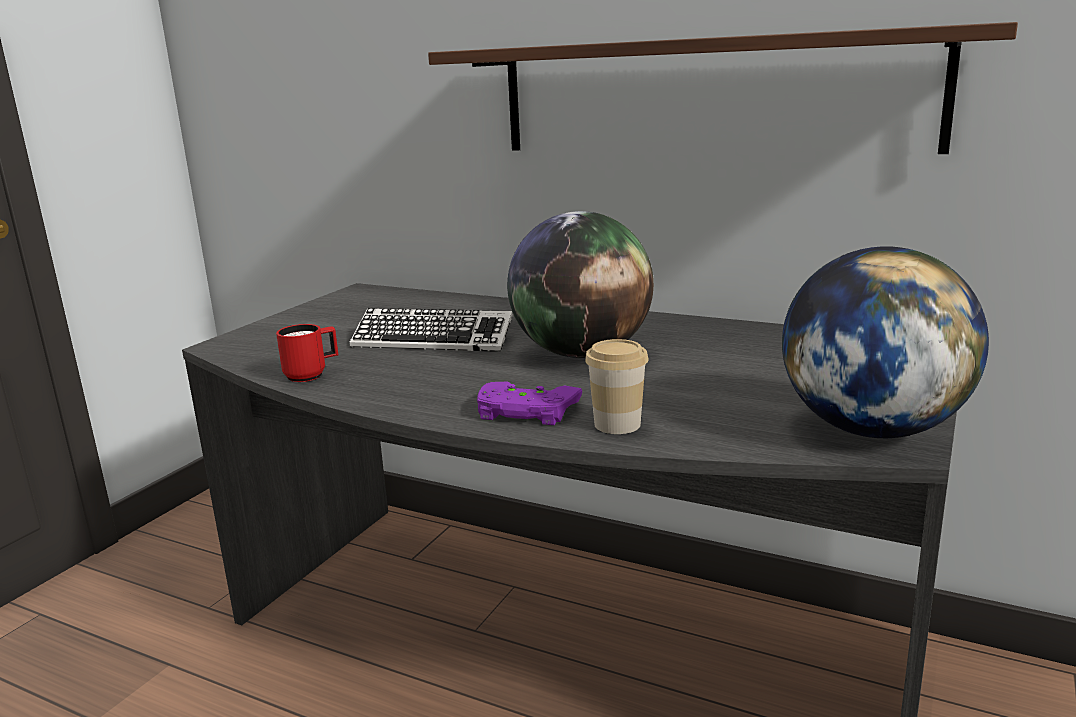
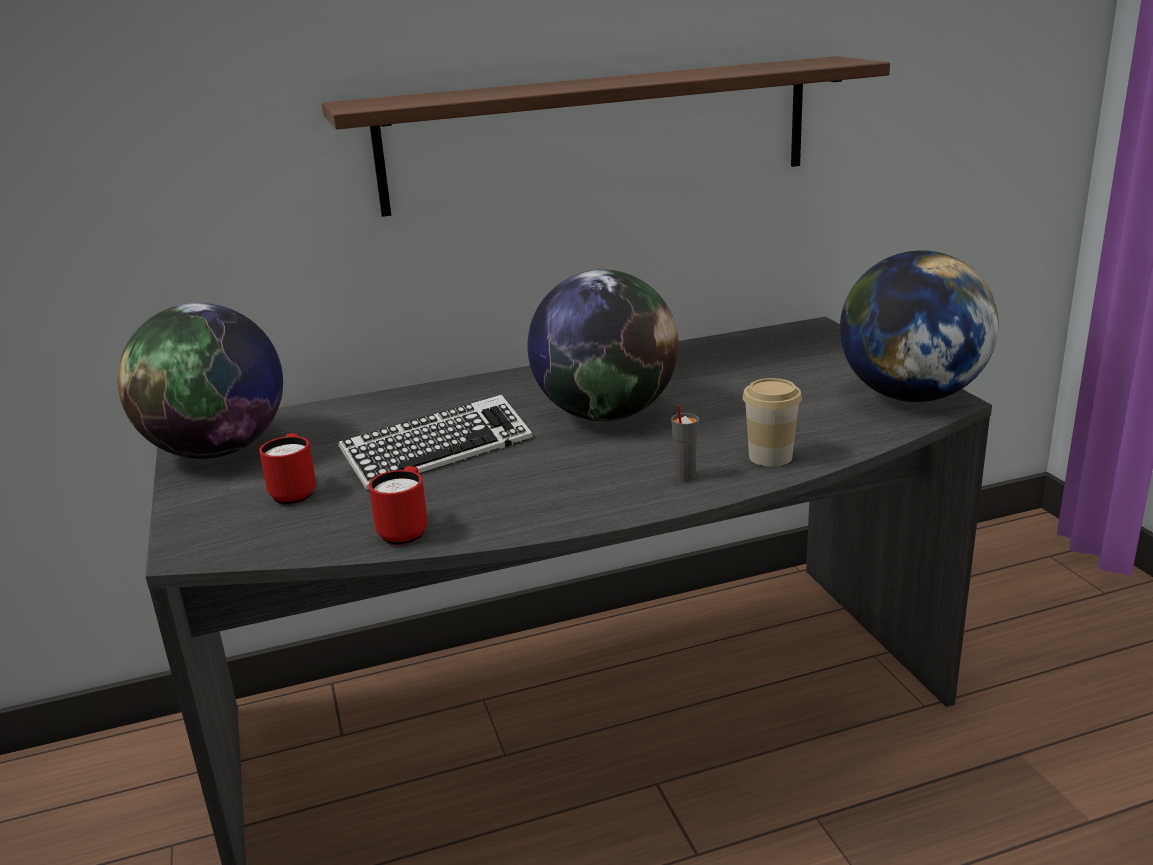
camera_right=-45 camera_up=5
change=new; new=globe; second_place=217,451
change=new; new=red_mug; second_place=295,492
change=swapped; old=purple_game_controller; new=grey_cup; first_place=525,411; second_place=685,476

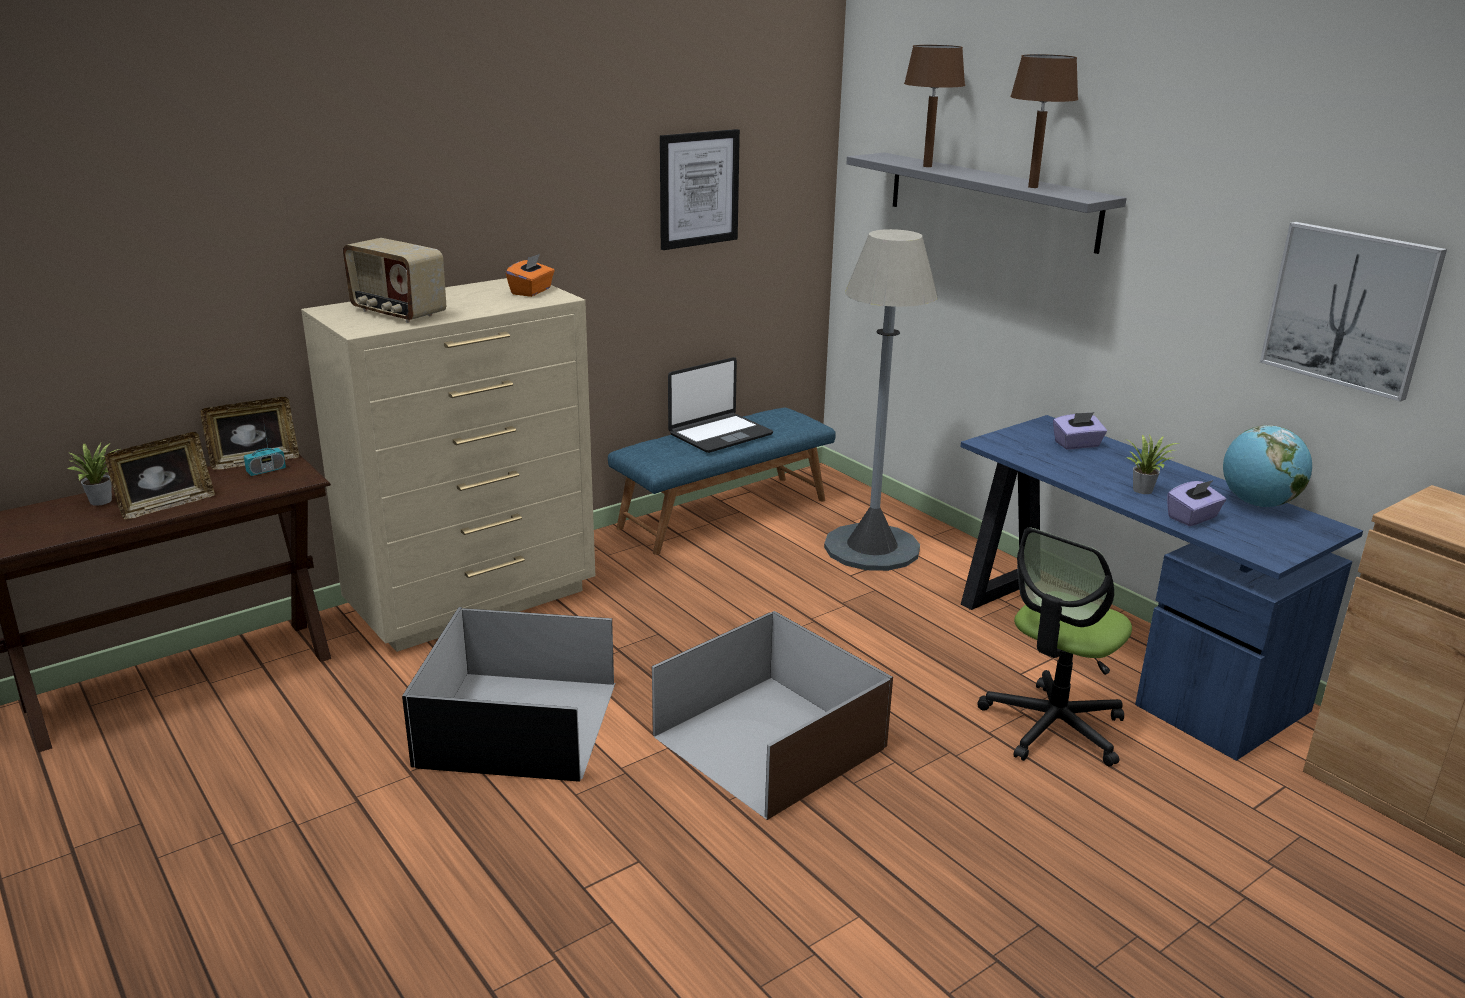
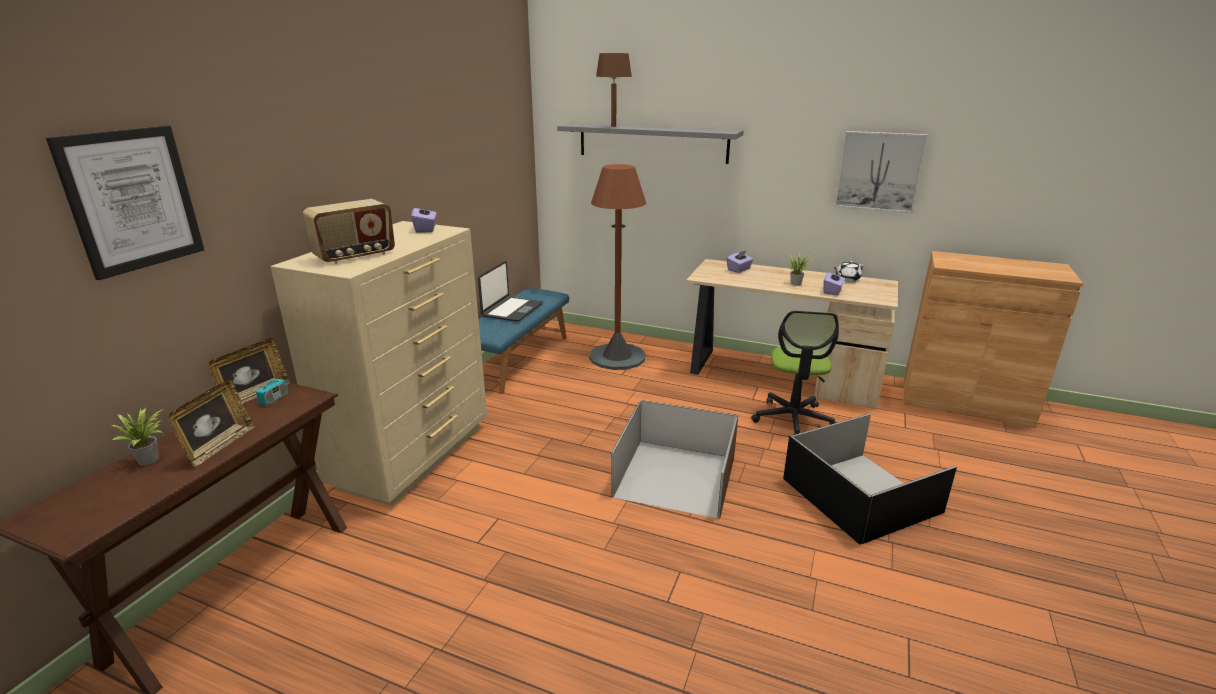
camera_right=-30 camera_up=0
change=gone; old=brown_table_lamp; first_place=1033,187
change=shifted; old=black_storage_box; first_place=518,725; second_place=862,496
change=shifted; old=picture; first_place=698,189; second_place=132,200
change=swapped; old=globe; new=white_teapot; first_place=1258,504; second_place=847,279
change=repainted; old=orange_tissue_box; new=purple_tissue_box; first_place=531,291; second_place=426,229
change=repainted; old=grey_floor_lamp; new=brown_floor_lamp; first_place=872,548; second_place=617,357
change=repainted; old=blue_desk; new=beige_desk; first_place=1116,651; second_place=779,374
change=rotated; old=radio; first_place=397,313; second_place=355,256; degrees=-45

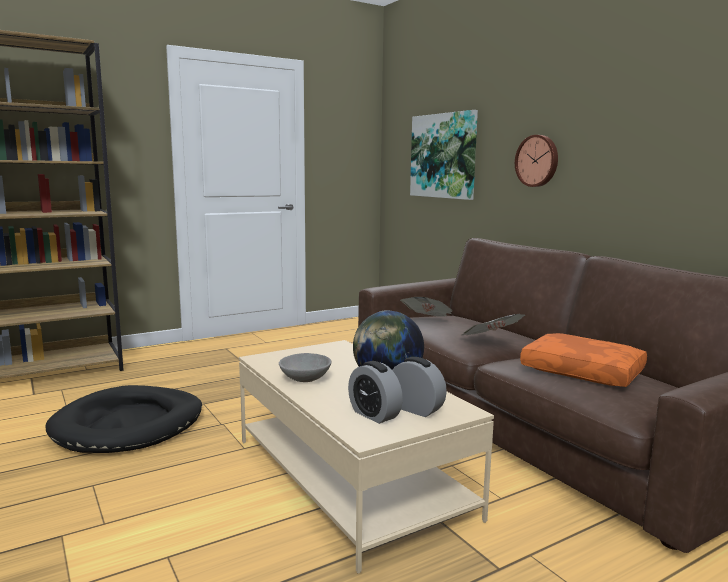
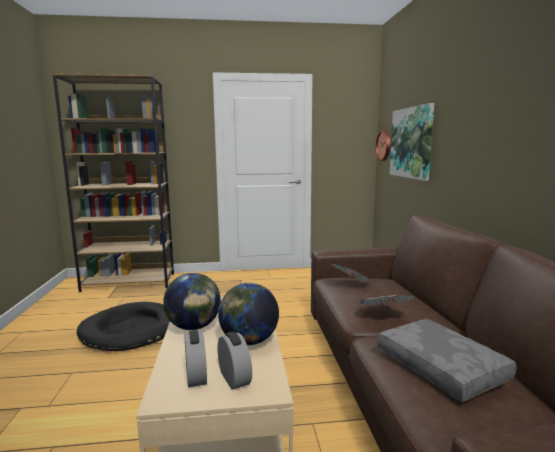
camera_right=25 camera_up=0
change=shifted; old=wall_clock; first_place=537,161; second_place=384,145
change=swapped; old=grey_bowl; new=globe; first_place=305,379; second_place=194,327
change=repainted; old=orange_pillow; new=grey_pillow; first_place=583,371; second_place=442,368

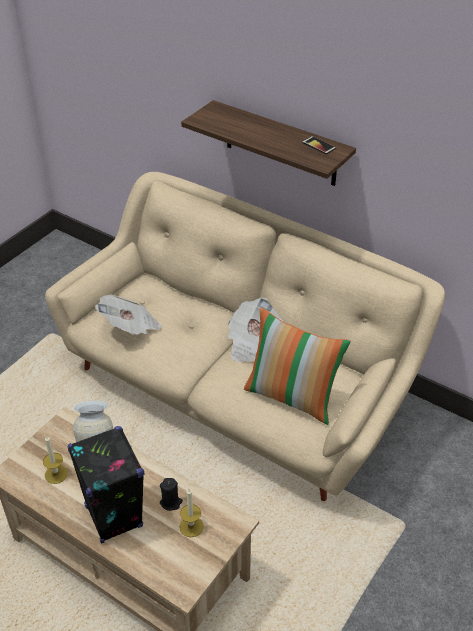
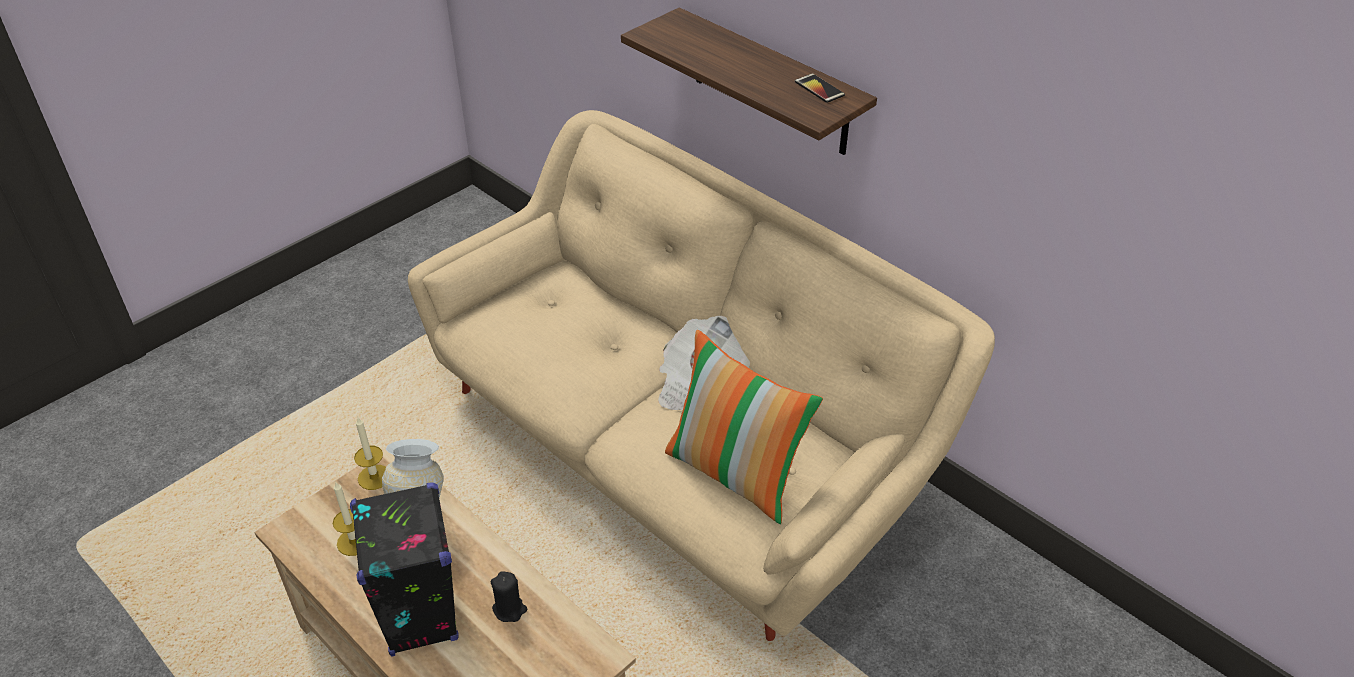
camera_right=10 camera_up=0
change=gone; old=newspaper; first_place=130,327
change=shifted; old=candle; first_place=191,526; second_place=374,477

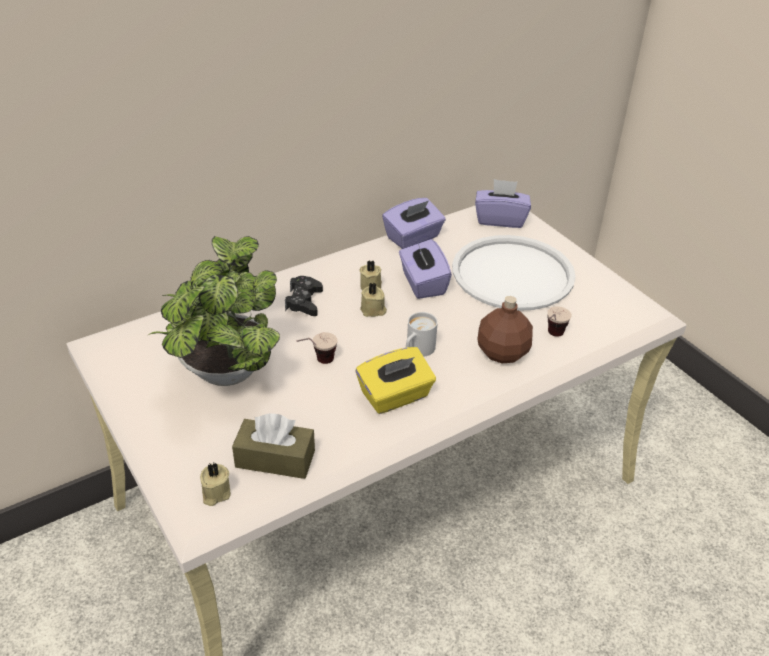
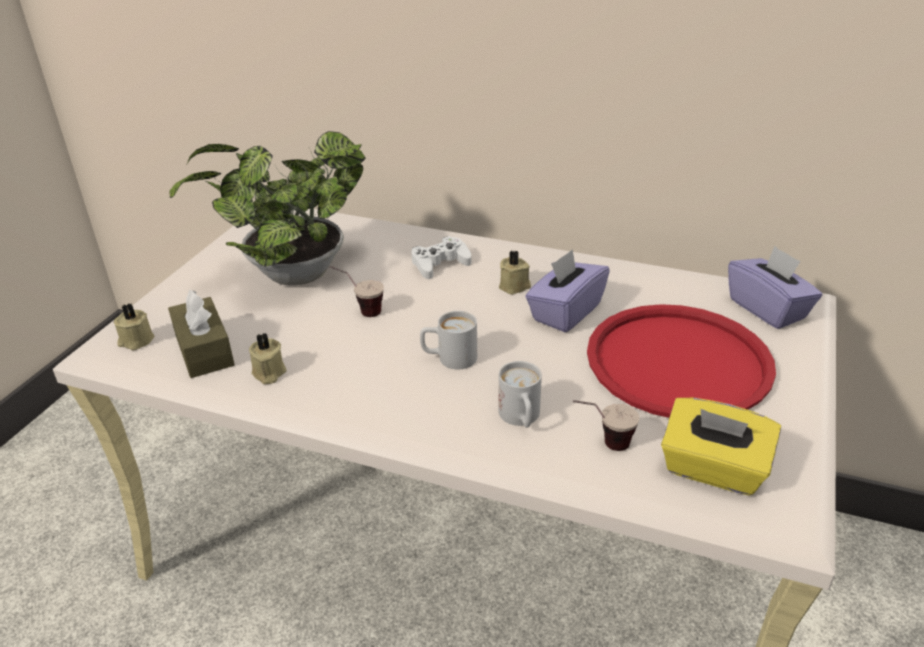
camera_right=55 camera_up=-5
change=gone; old=purple_tissue_box; first_place=413,238
change=shifted; old=yellow_tissue_box; first_place=395,396; second_place=713,470
change=shifted; old=beige_candle; first_place=373,310; second_place=268,373
change=swapped; old=brown_bottle; new=white_mug; first_place=503,353; second_place=521,418
change=repainted; old=black_game_controller; new=white_game_controller; first_place=304,301; second_place=440,264
change=repainted; old=white_tray; new=red_tray; first_place=512,274; second_place=678,362

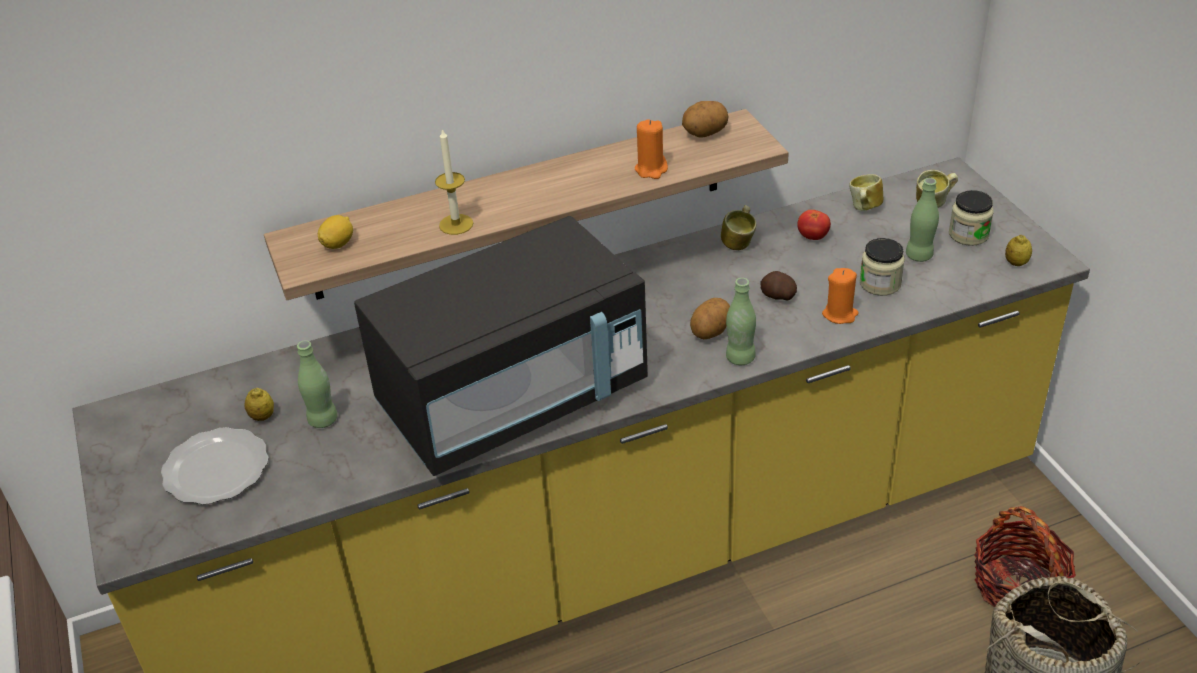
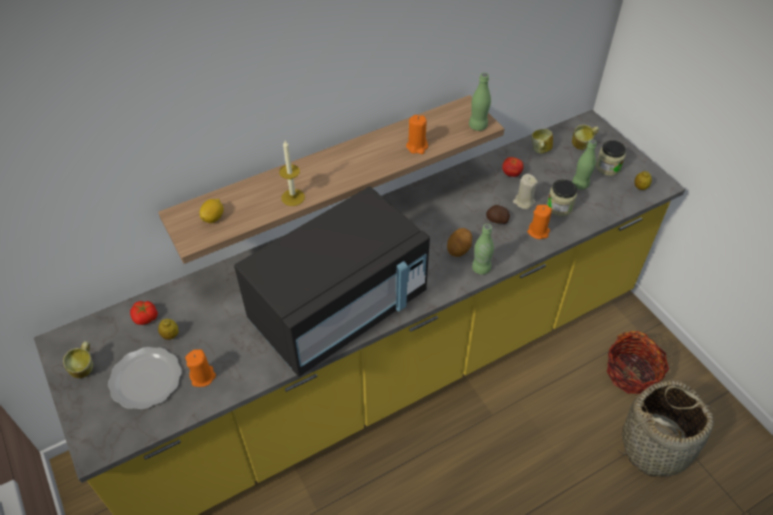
camera_right=-10 camera_up=10
change=gone; old=potato; first_place=704,133
change=new; new=tomato; second_place=146,318
change=new; new=orange_candle; second_place=203,376
change=new; new=beige_candle; second_place=523,202
change=shifted; old=green_bottle; first_place=323,420; second_place=478,126
change=shifted; old=mug; first_place=740,243; second_place=85,368

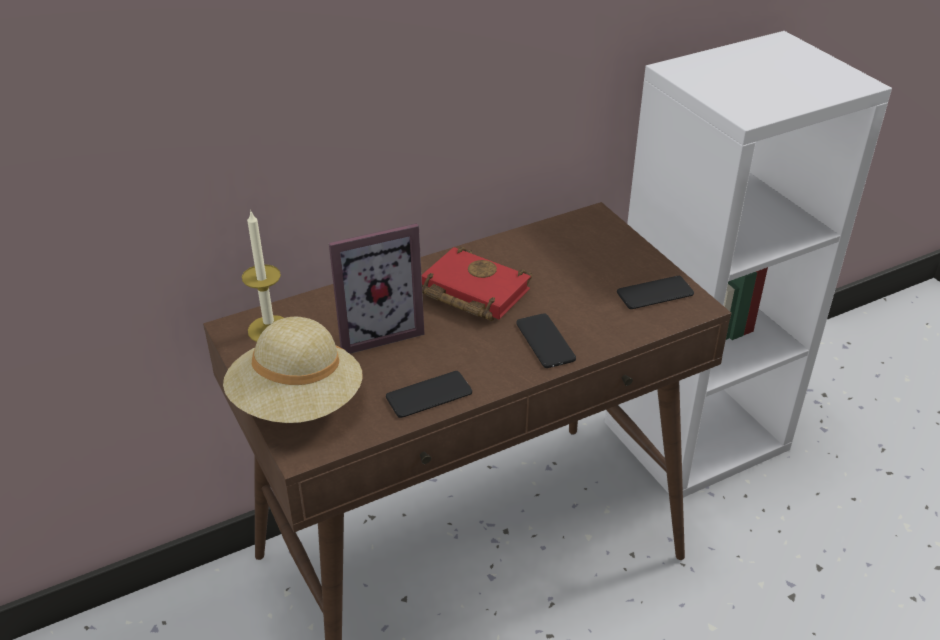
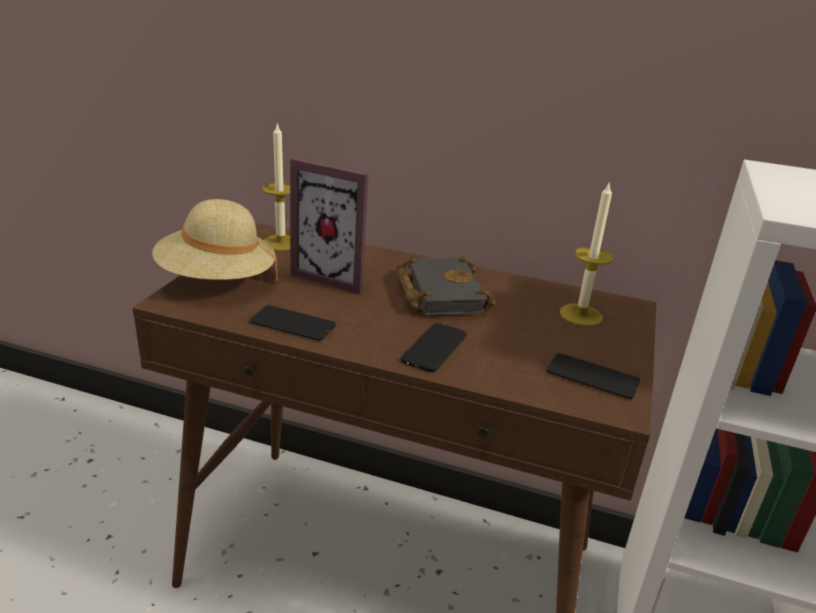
camera_right=45 camera_up=-10
change=new; new=candle; second_place=581,314
change=repainted; old=red_book; new=black_book; first_place=470,292; second_place=438,292

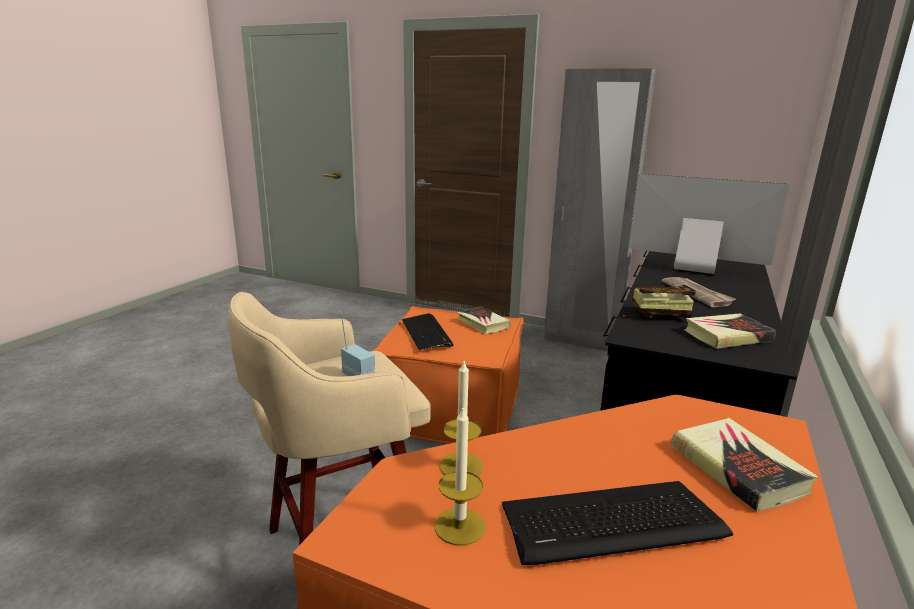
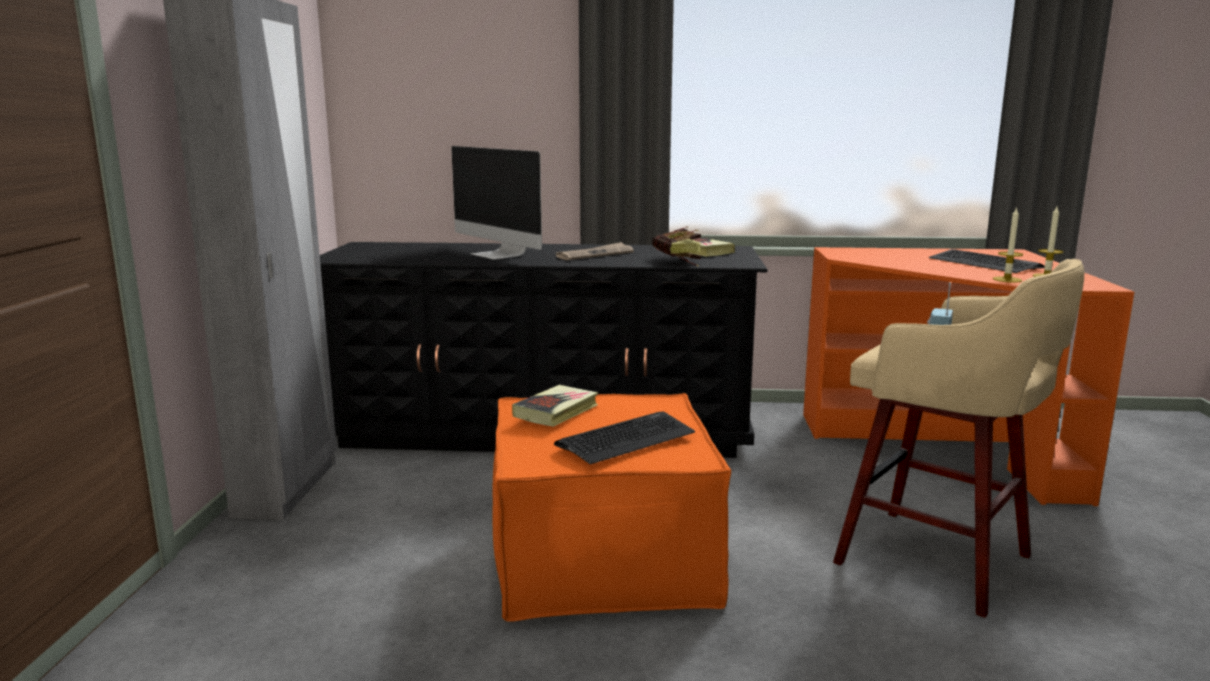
camera_right=-110 camera_up=-5
change=gone; old=book; first_place=737,469
change=rotated; old=monitor; first_place=693,269; second_place=499,255; degrees=-45

